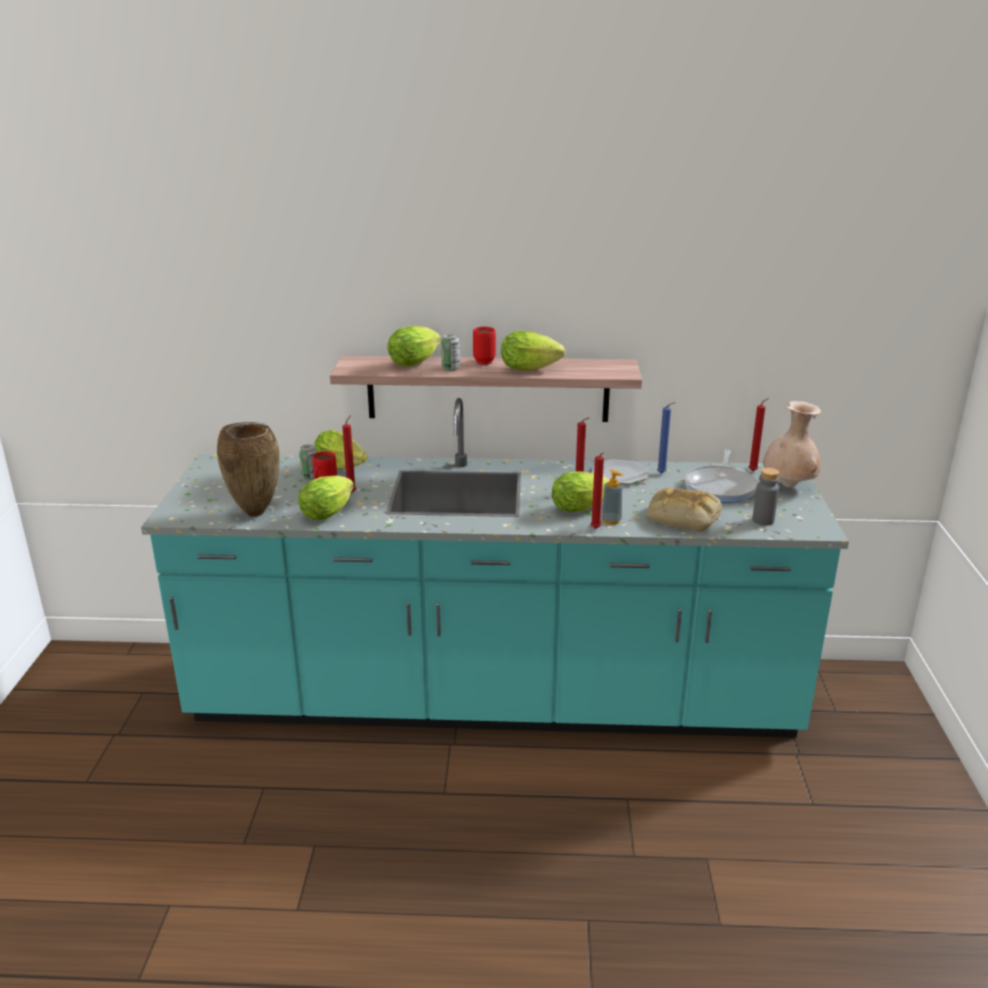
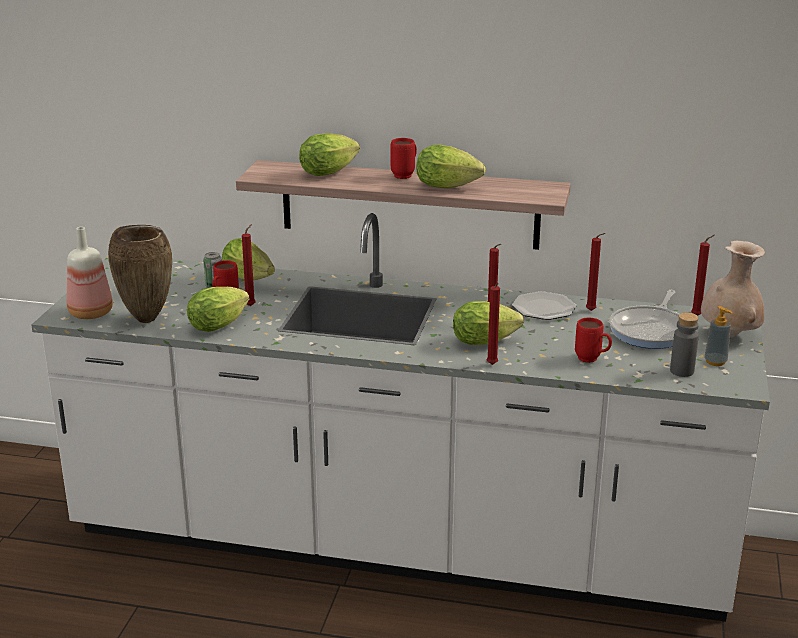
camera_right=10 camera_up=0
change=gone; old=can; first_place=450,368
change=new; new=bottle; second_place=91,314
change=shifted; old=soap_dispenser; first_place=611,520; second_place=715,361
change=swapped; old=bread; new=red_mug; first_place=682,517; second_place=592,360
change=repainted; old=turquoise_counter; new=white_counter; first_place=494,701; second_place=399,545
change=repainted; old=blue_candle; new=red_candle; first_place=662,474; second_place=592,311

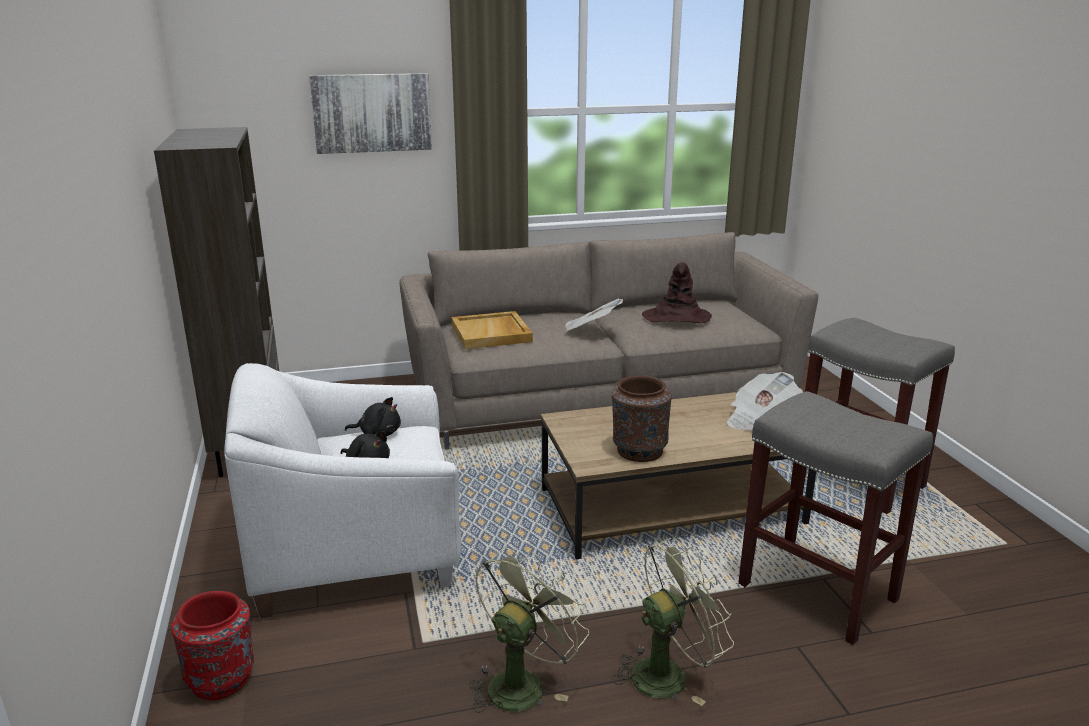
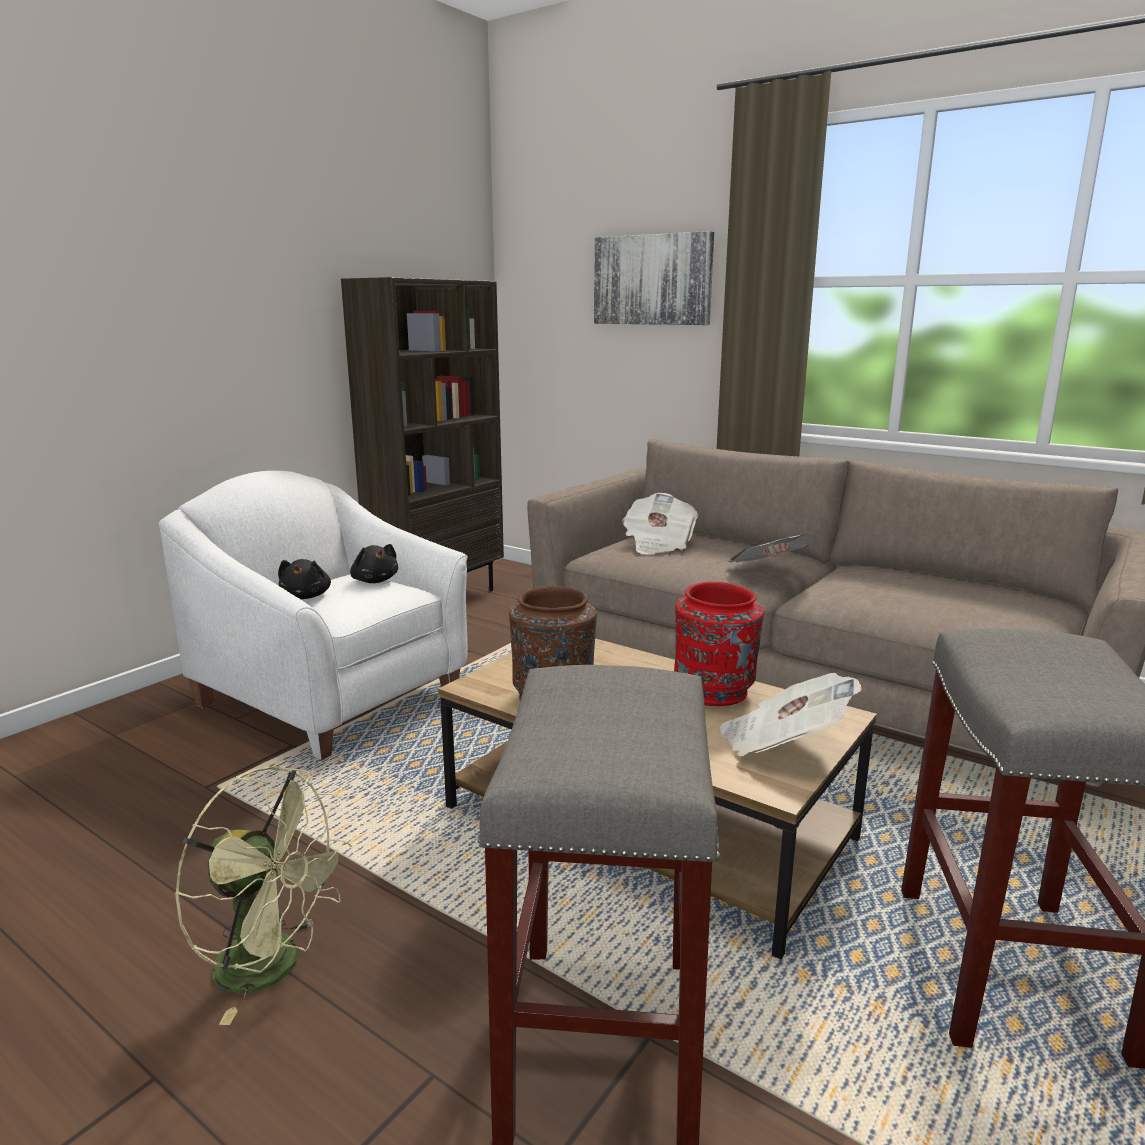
camera_right=50 camera_up=-5
change=gone; old=green_fan; first_place=521,682
change=gone; old=brown_hat; first_place=676,317
change=shifted; old=red_vase; first_place=222,680; second_place=714,692
change=swapped; old=beige_tray; new=newspaper; first_place=492,333; second_place=658,544

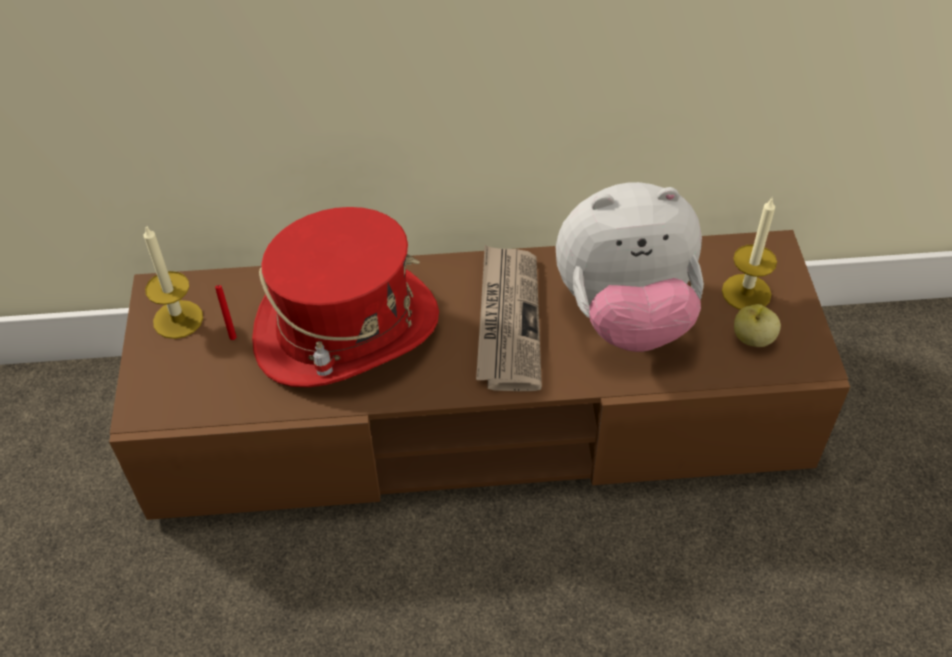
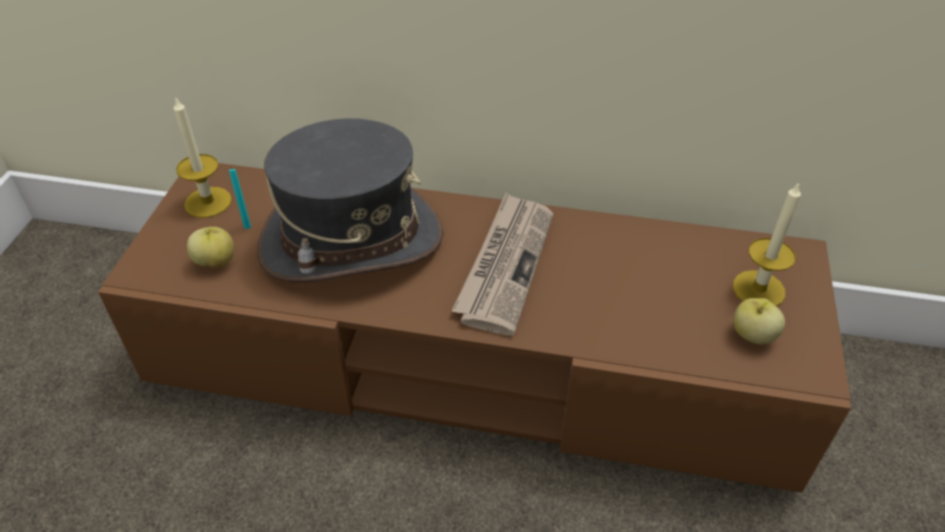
camera_right=15 camera_up=-5
change=gone; old=plush_toy; first_place=625,315
change=new; new=apple; second_place=216,261
change=repainted; old=red_candle; new=turquoise_candle; first_place=233,337; second_place=247,226
change=repainted; old=red_hat; new=grey_hat; first_place=347,330; second_place=351,242

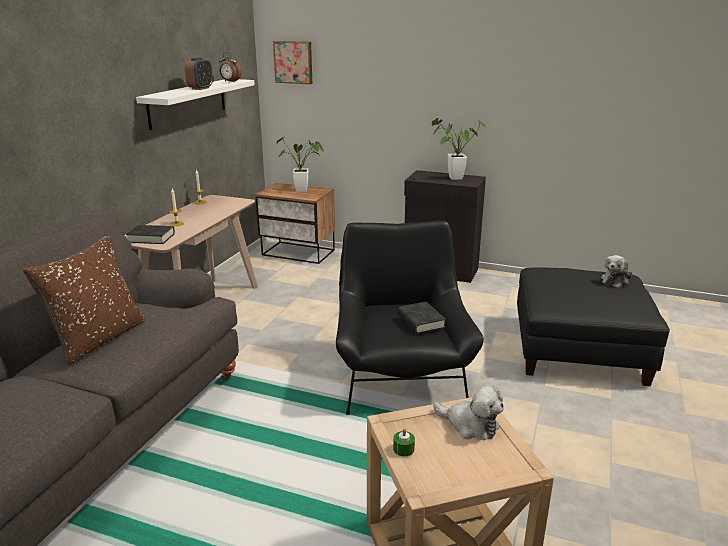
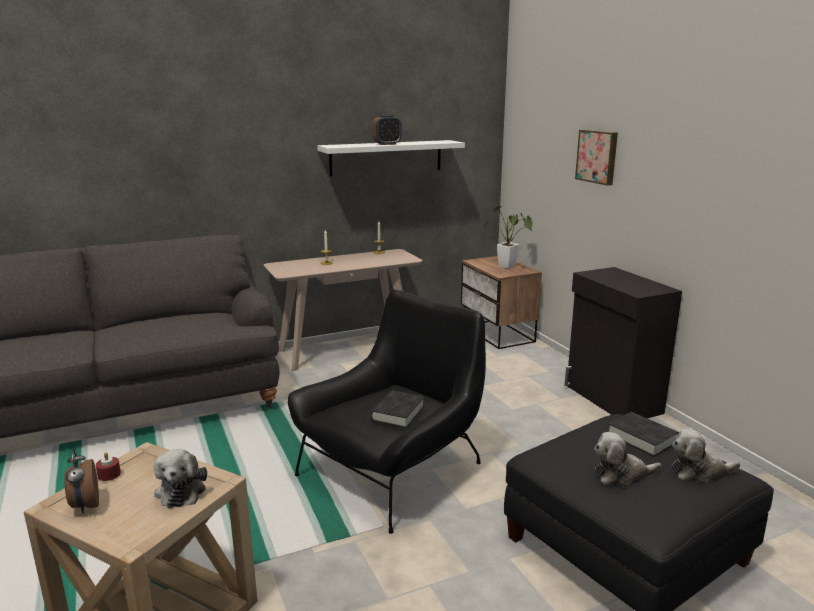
camera_right=45 camera_up=-5
change=gone; old=brown_pillow; first_place=99,339
change=gone; old=potted_plant; first_place=452,178
change=new; new=plush_toy; second_place=621,475
change=shifted; old=black_book; first_place=151,238; second_place=642,438
change=shifted; old=alarm_clock; first_place=230,82; second_place=85,505
change=shifted; old=picture; first_place=293,62; second_place=597,156
change=repainted; old=green_candle; new=red_candle; first_place=403,449; second_place=109,474

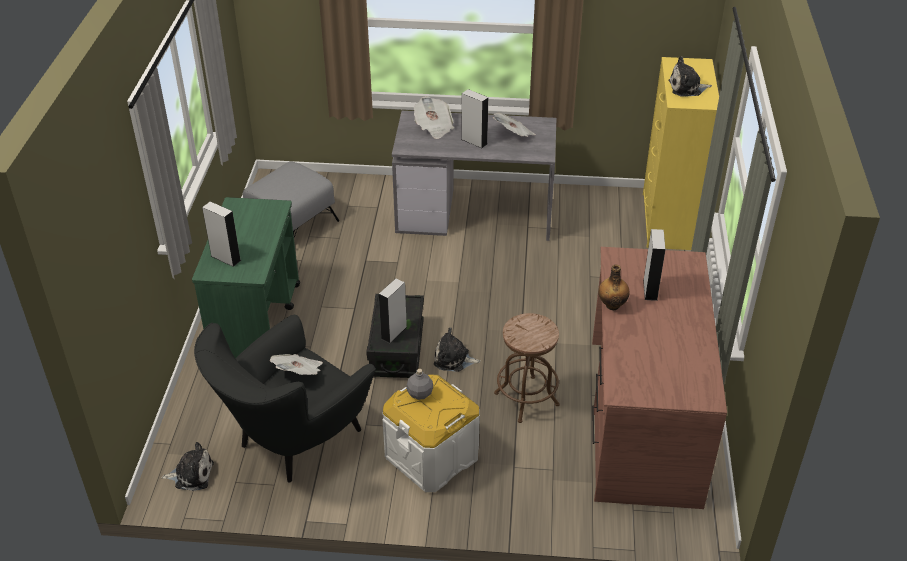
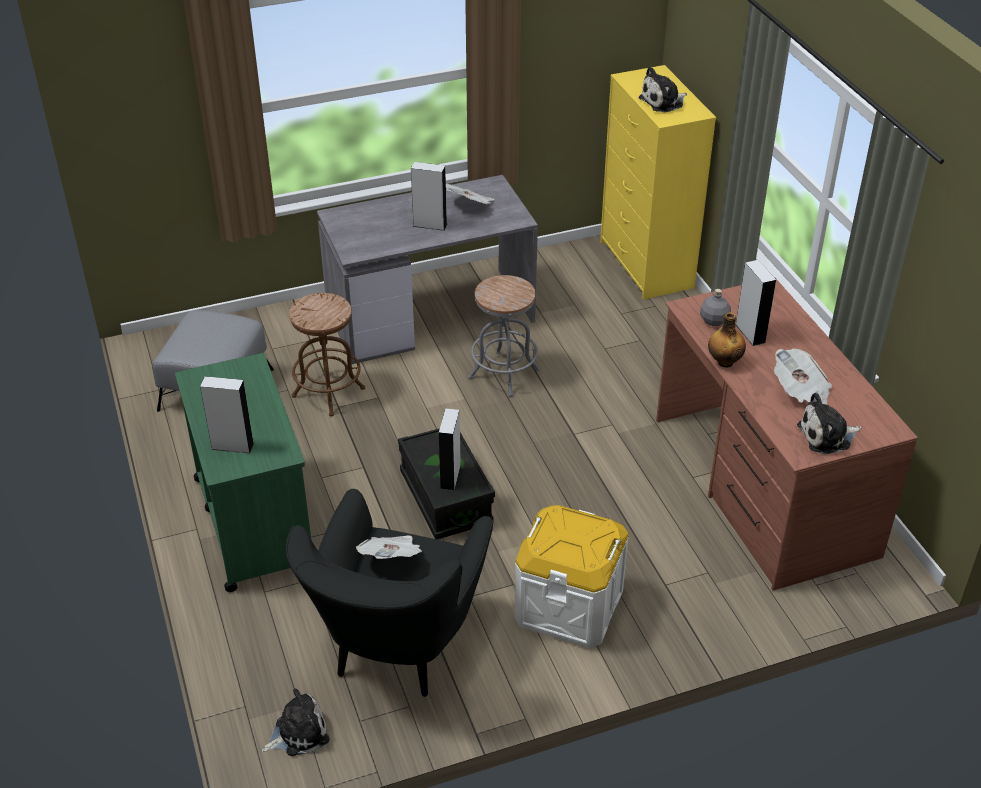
camera_right=-25 camera_up=0
change=new; new=grey_stool; second_place=504,374
change=shifted; old=grey_bottle; first_place=420,394; second_place=714,321
change=shifted; old=newspaper; first_place=434,127; second_place=801,392
change=shifted; old=plush_toy; first_place=454,359; second_place=827,436
change=shifted; old=brown_stool; first_place=526,399; second_place=328,392

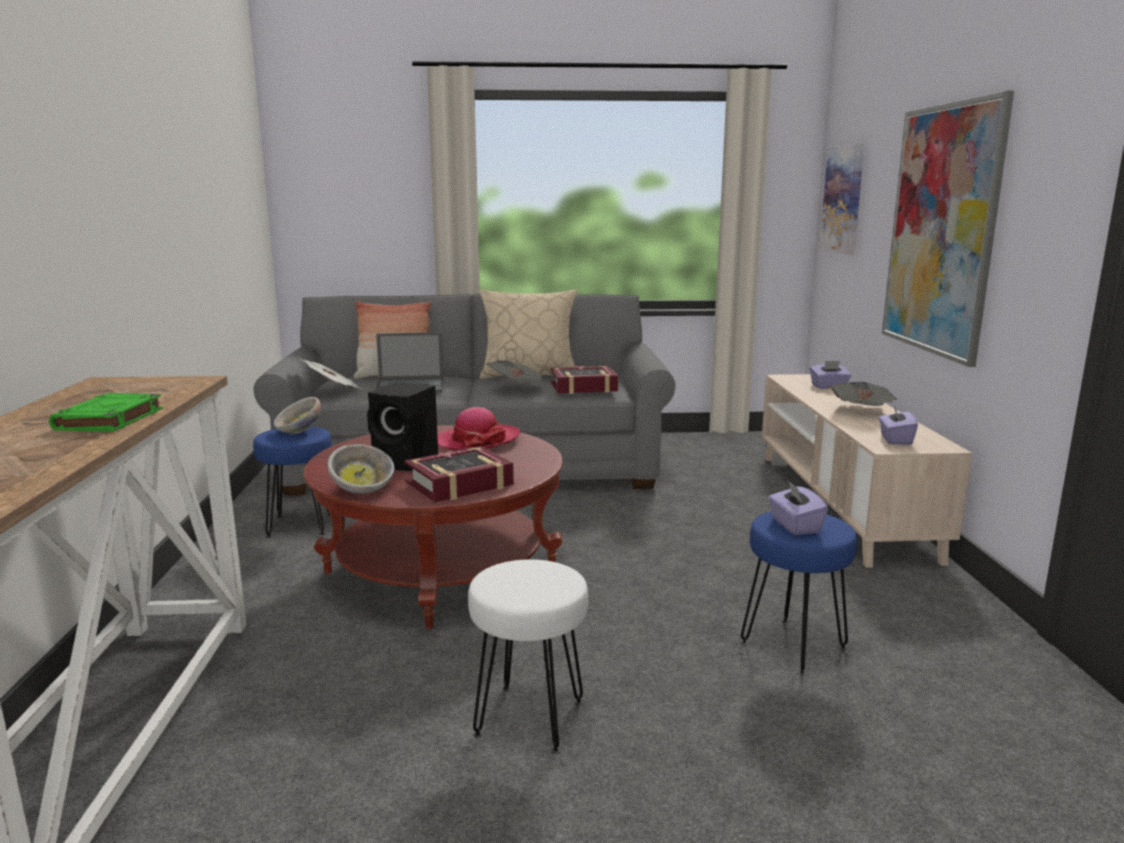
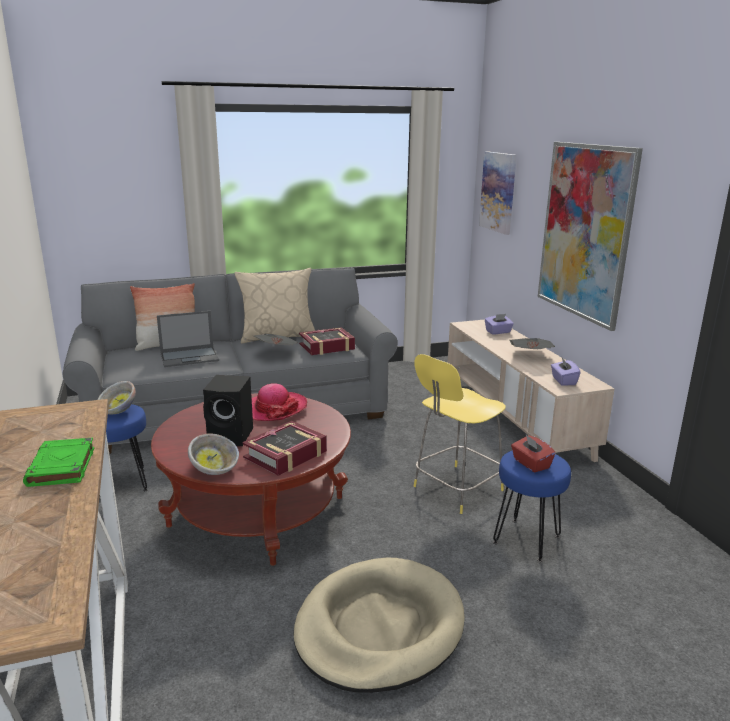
camera_right=-15 camera_up=5
change=gone; old=newspaper; first_place=334,390
change=new; new=yellow_stool; second_place=455,489
change=swapped; old=white_stool; new=beige_dog_bed; first_place=528,718; second_place=379,628
change=repainted; old=purple_tissue_box; new=red_tissue_box; first_place=794,526; second_place=530,464

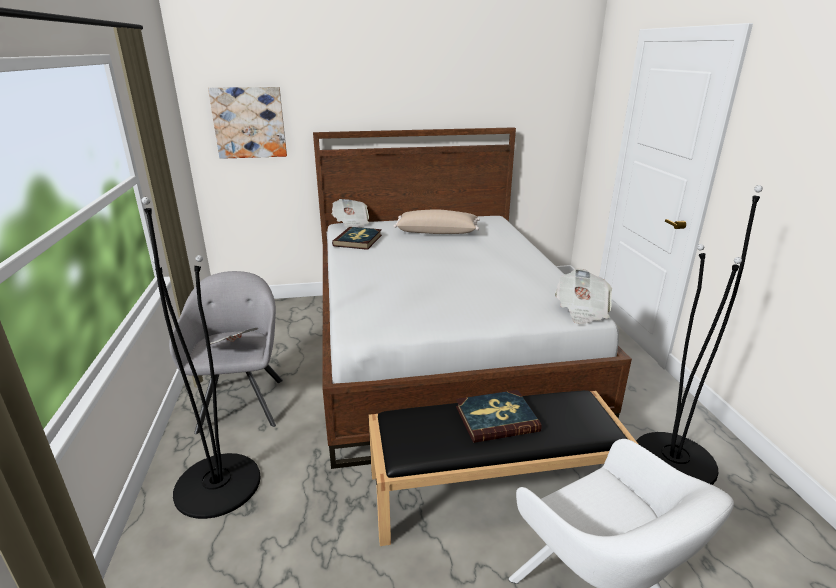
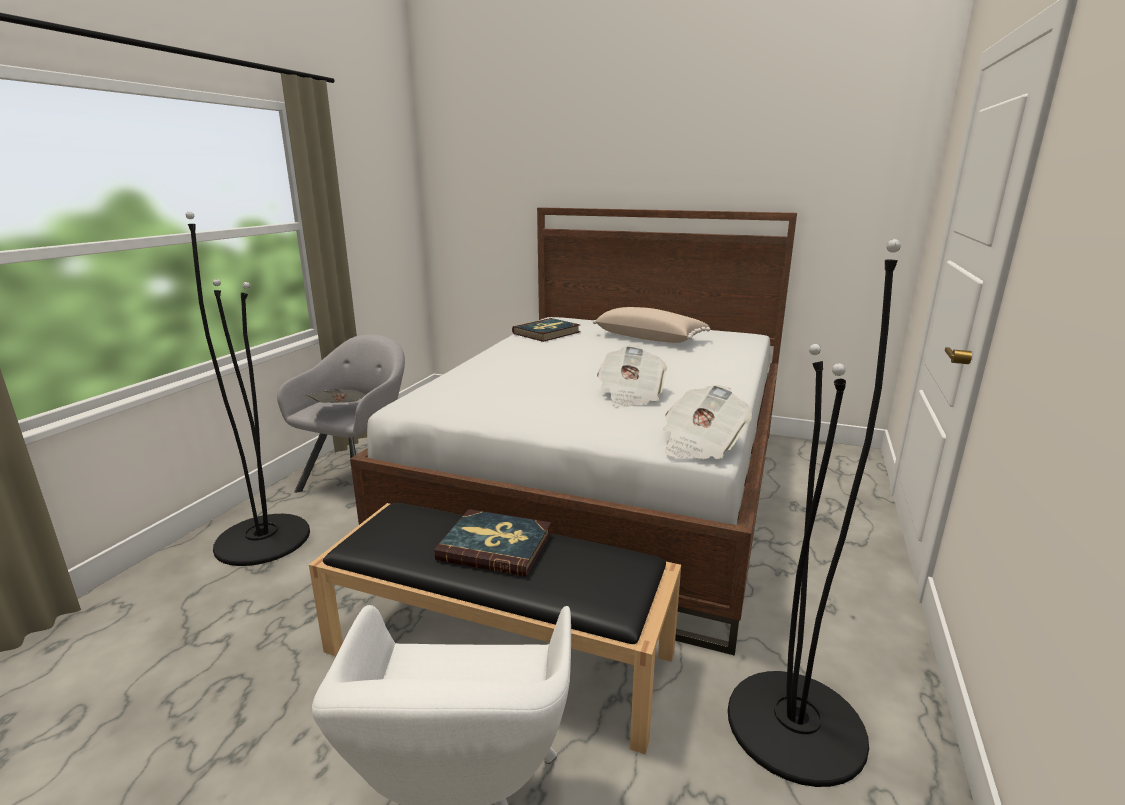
camera_right=30 camera_up=-5
change=gone; old=picture; first_place=249,122
change=shifted; old=newspaper; first_place=351,223; second_place=630,395

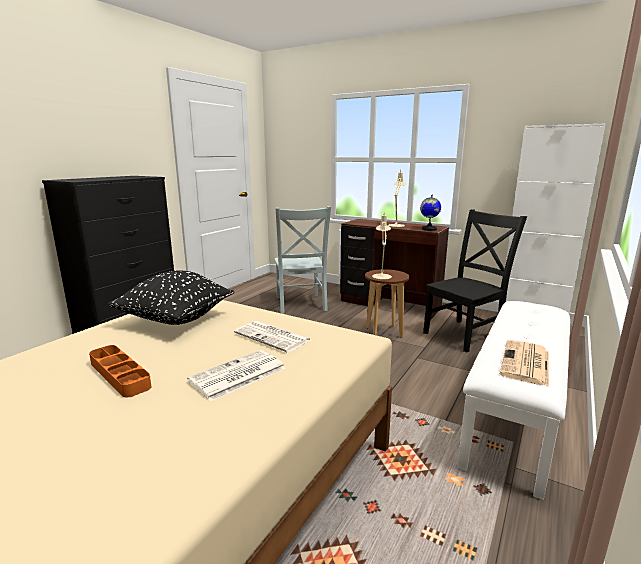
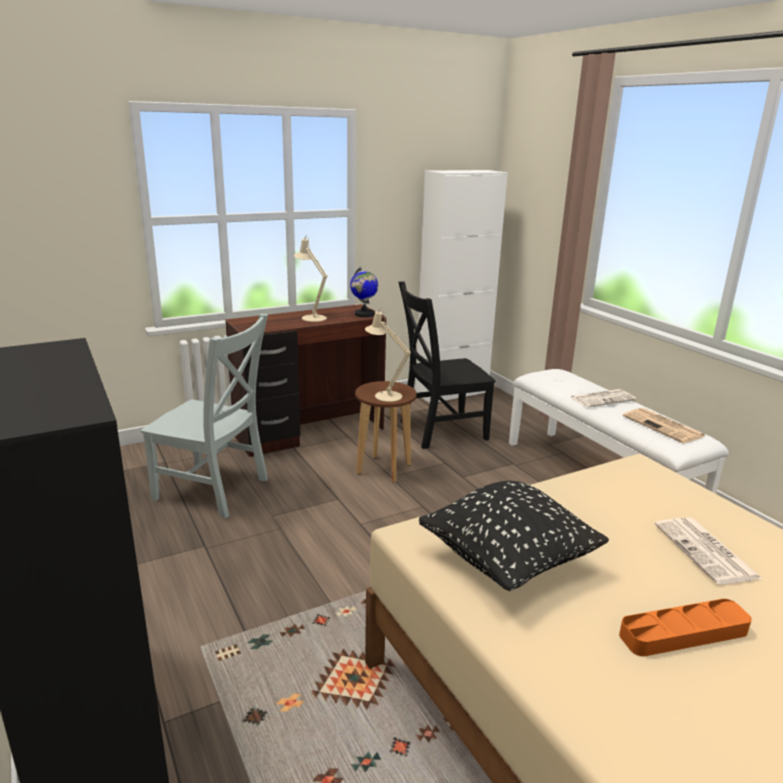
camera_right=-60 camera_up=5
change=shifted; old=newspaper; first_place=273,337; second_place=602,399
change=rotated; old=black_chair; first_place=465,334; second_place=439,430; degrees=-105

